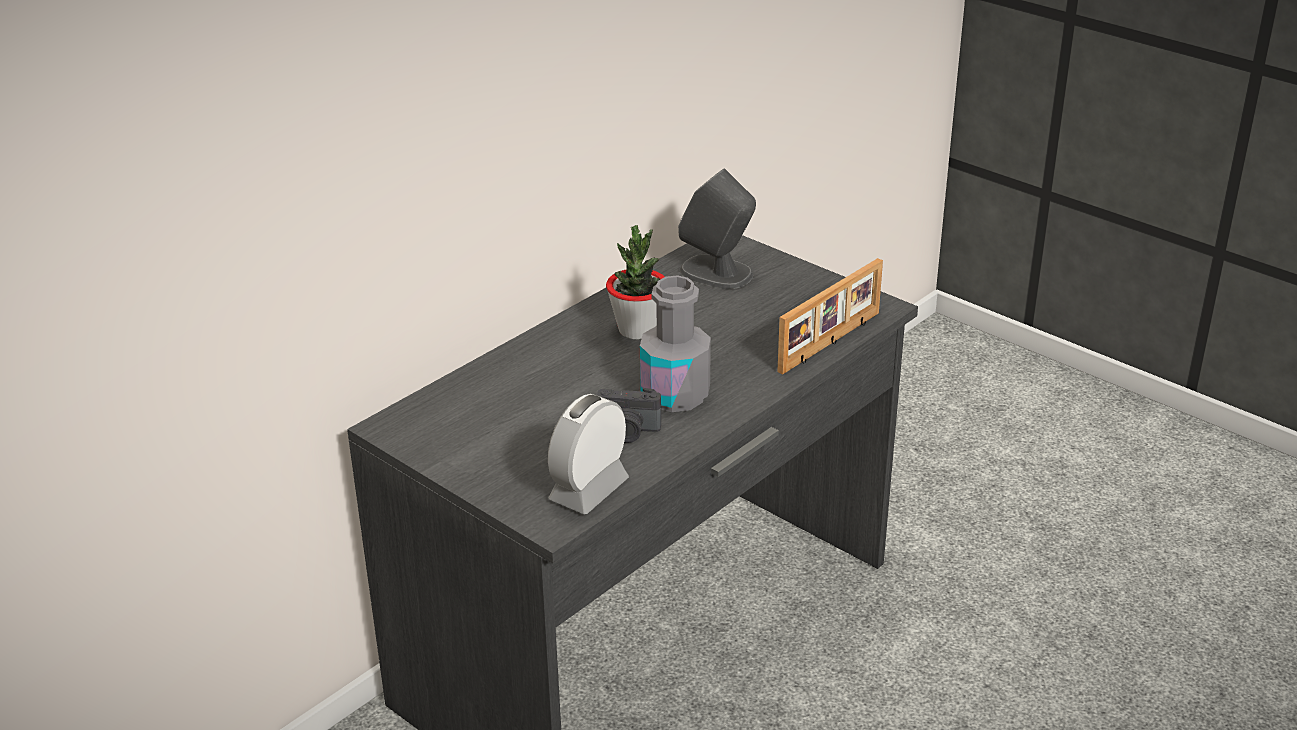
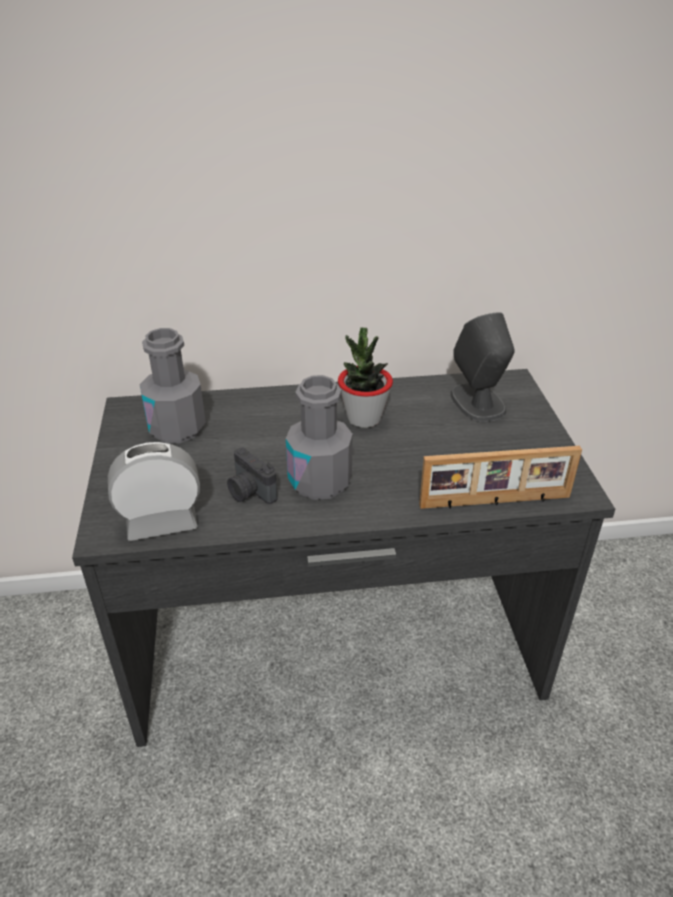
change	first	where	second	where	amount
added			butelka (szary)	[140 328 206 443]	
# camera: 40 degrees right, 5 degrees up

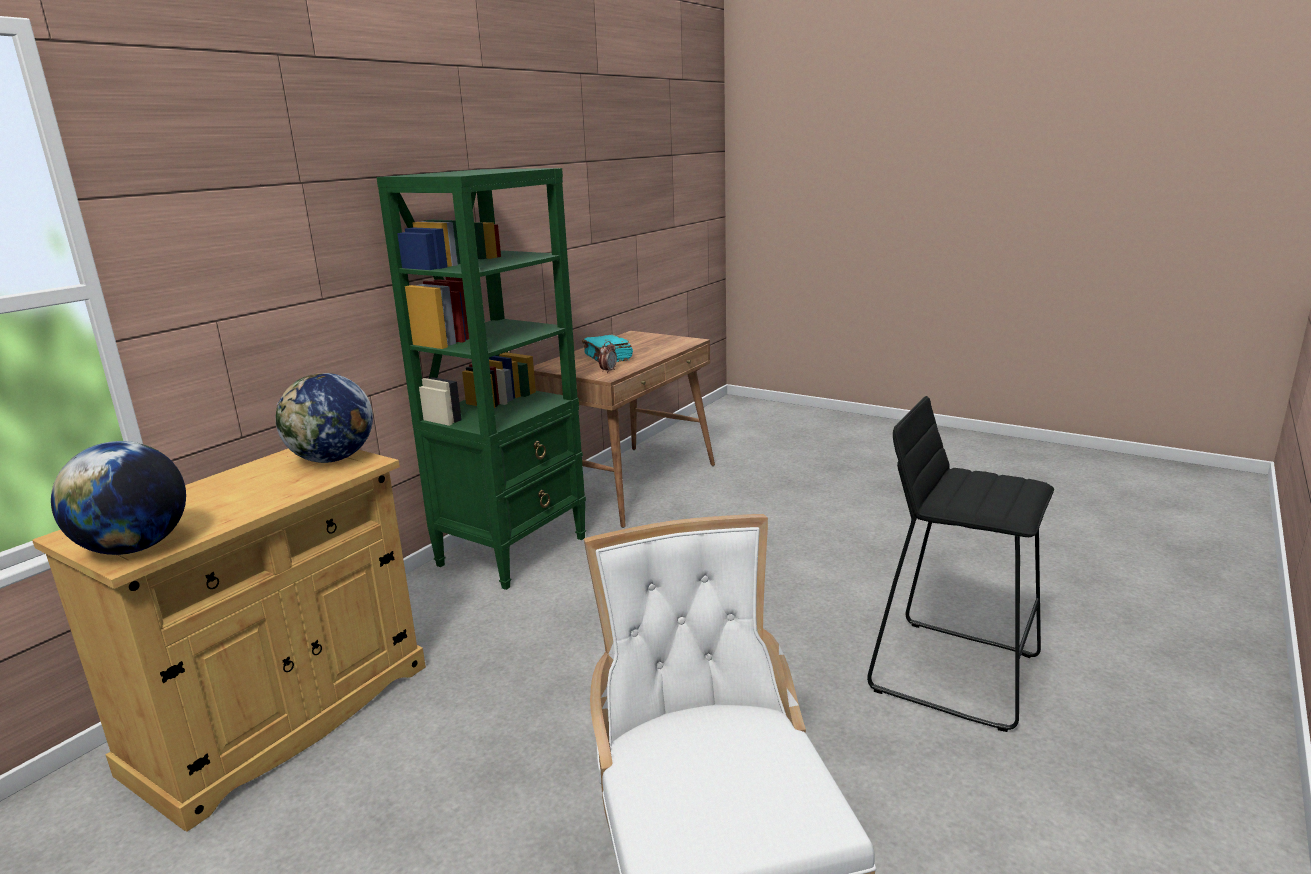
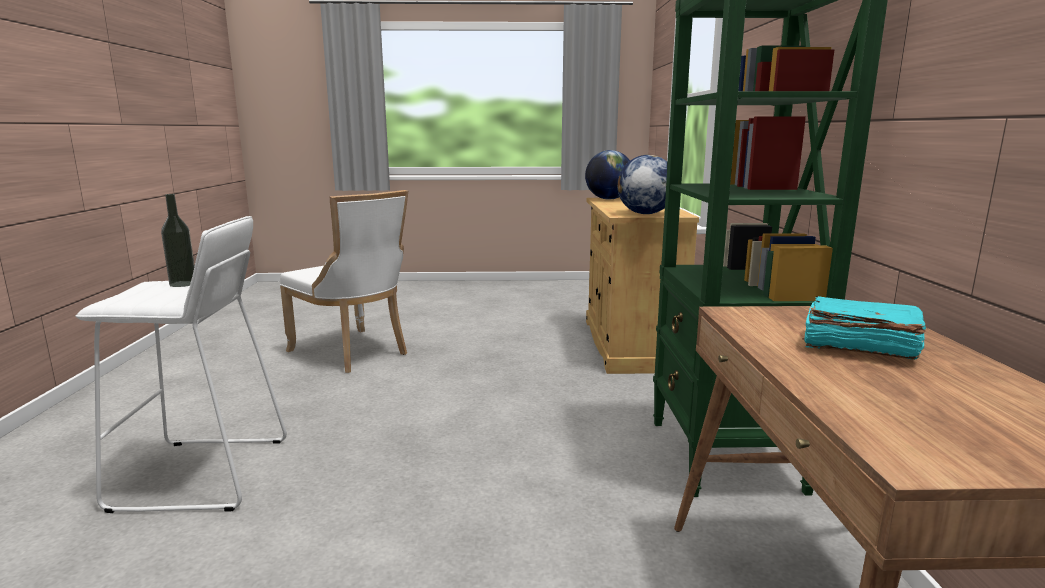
change	first	where	second	where	amount
removed	budzik	[599 341 617 373]			
recoloured	stołek (czarny)	[867 396 1054 732]	stołek (biały)	[75 216 287 513]	
added			butelka	[161 194 195 287]	
# camera: 145 degrees right, 5 degrees down

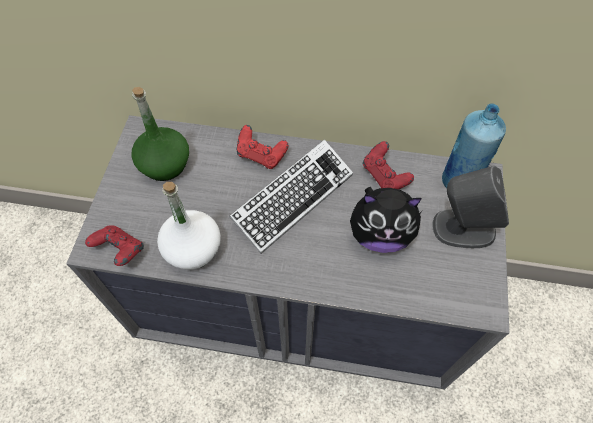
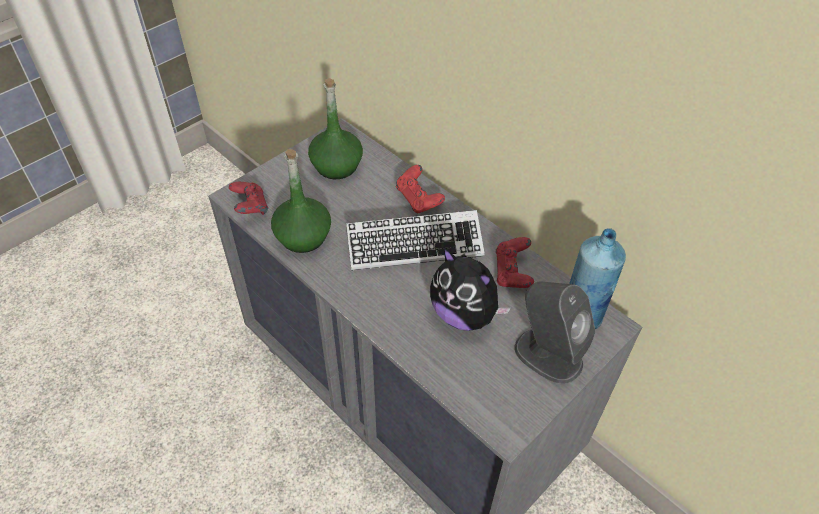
change	first	where	second	where	amount
recoloured	butelka (biały)	[157 182 221 270]	butelka (zielony)	[271 149 331 253]	
# camera: 35 degrees right, 10 degrees down

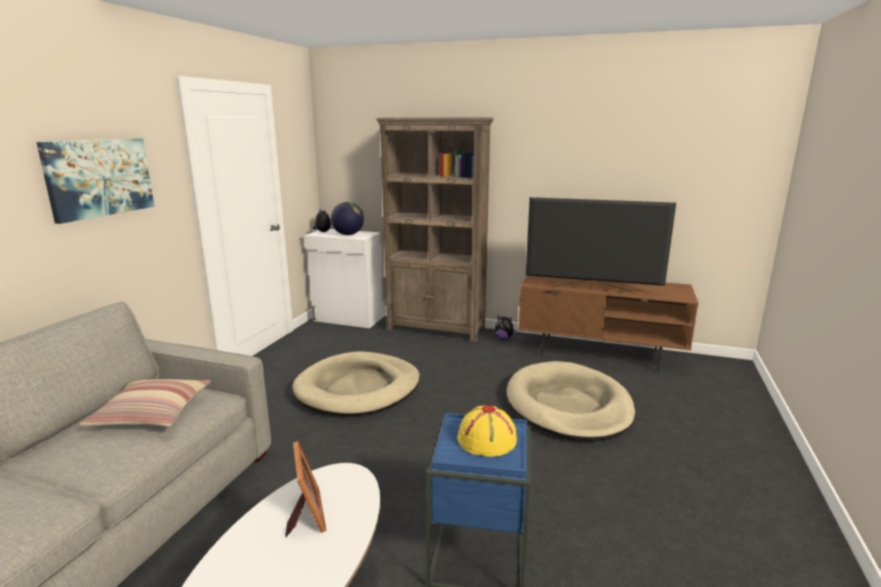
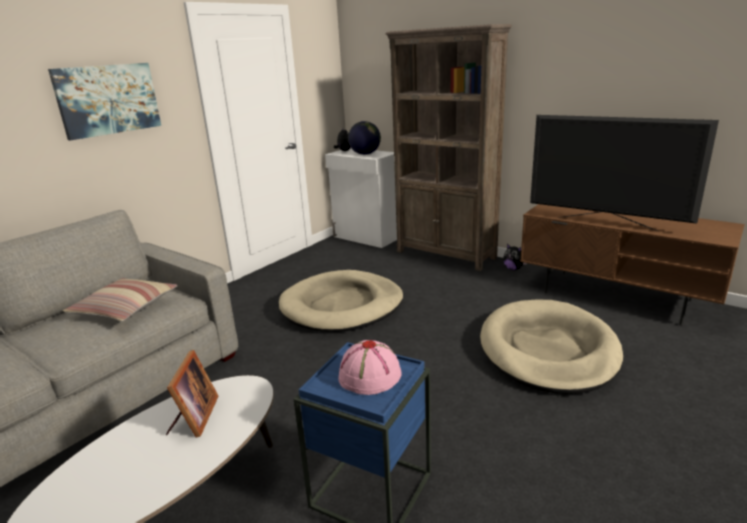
change	first	where	second	where	amount
recoloured	kapelusz (żółty)	[457 405 517 457]	kapelusz (różowy)	[339 340 402 395]	
# camera: 20 degrees right, 5 degrees up

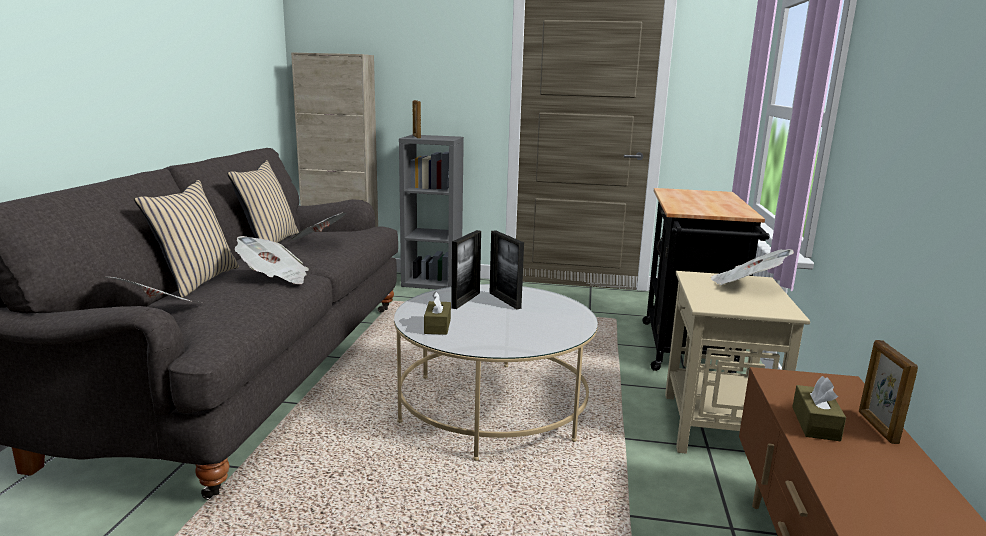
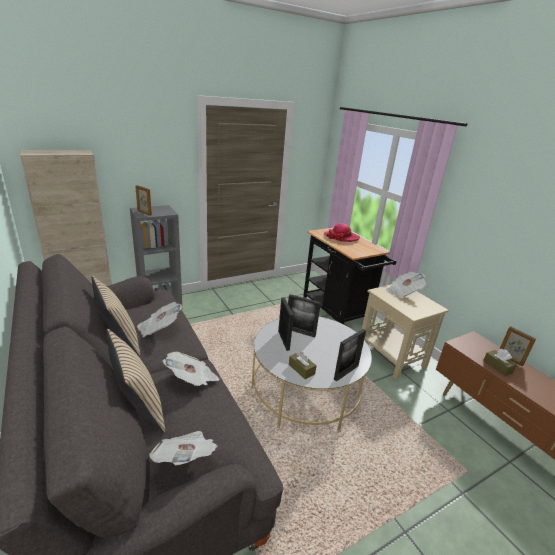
change	first	where	second	where	amount
added			kapelusz	[324 223 360 242]	
added			ramka na zdjęcie	[334 329 366 381]	
# camera: 40 degrees left, 10 degrees up

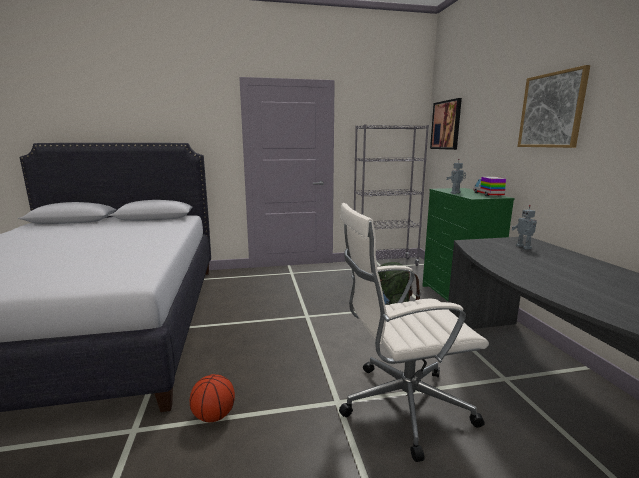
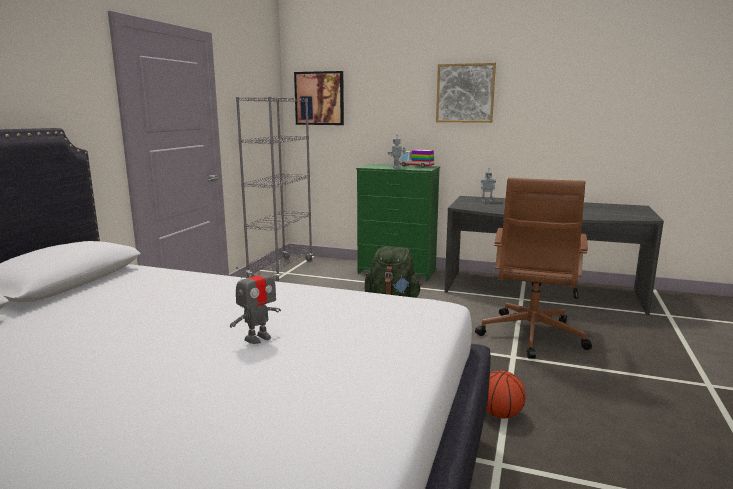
change	first	where	second	where	amount
recoloured	krzesło biurowe (biały)	[339 203 489 462]	krzesło biurowe (brązowy)	[475 178 592 359]	
added			robot zabawkowy	[230 260 281 344]	
# camera: 60 degrees left, 0 degrees up

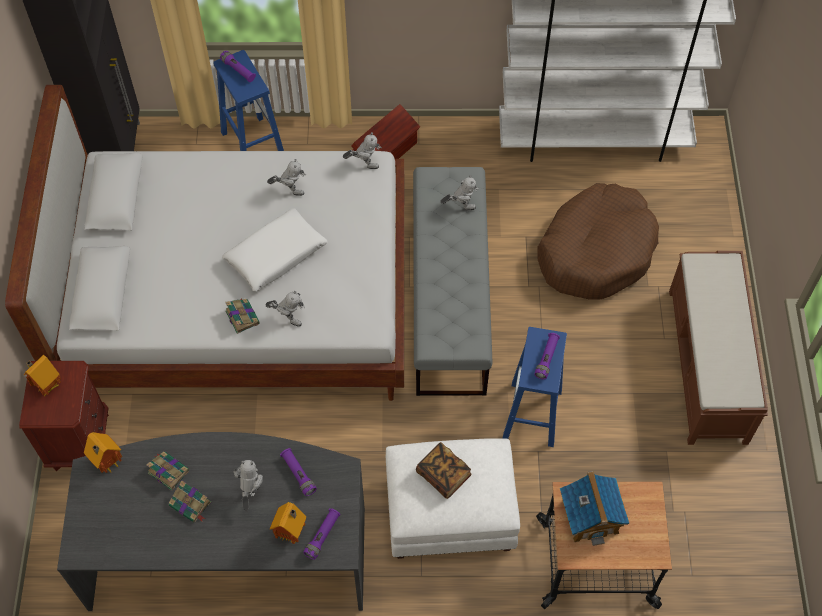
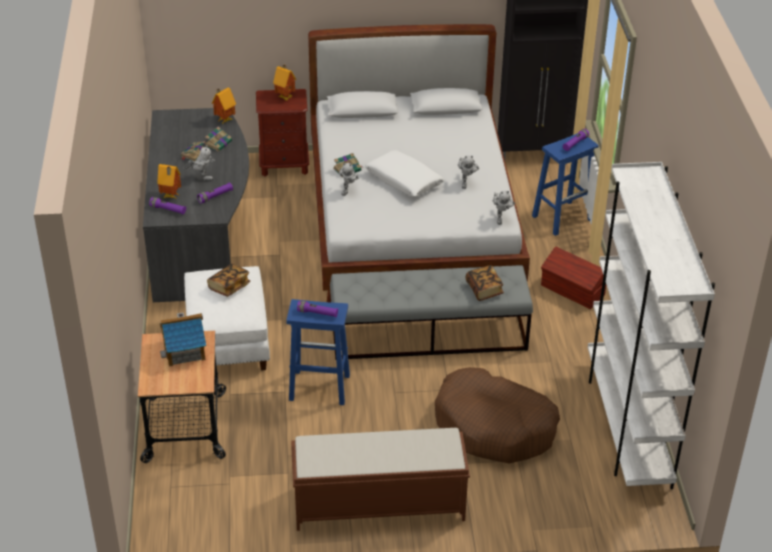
change	first	where	second	where	amount
replaced	robot zabawkowy	[441 175 479 211]	książka	[466 265 504 301]	
# camera: 85 degrees right, 20 degrees down

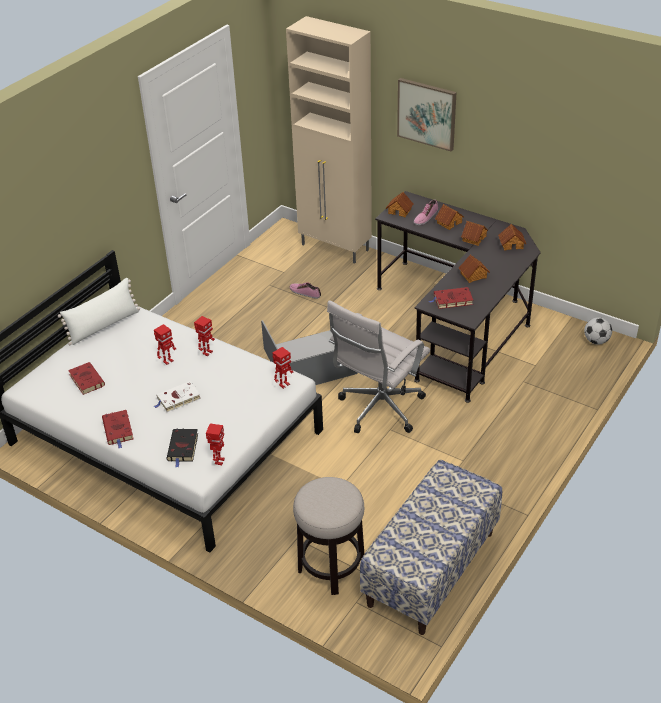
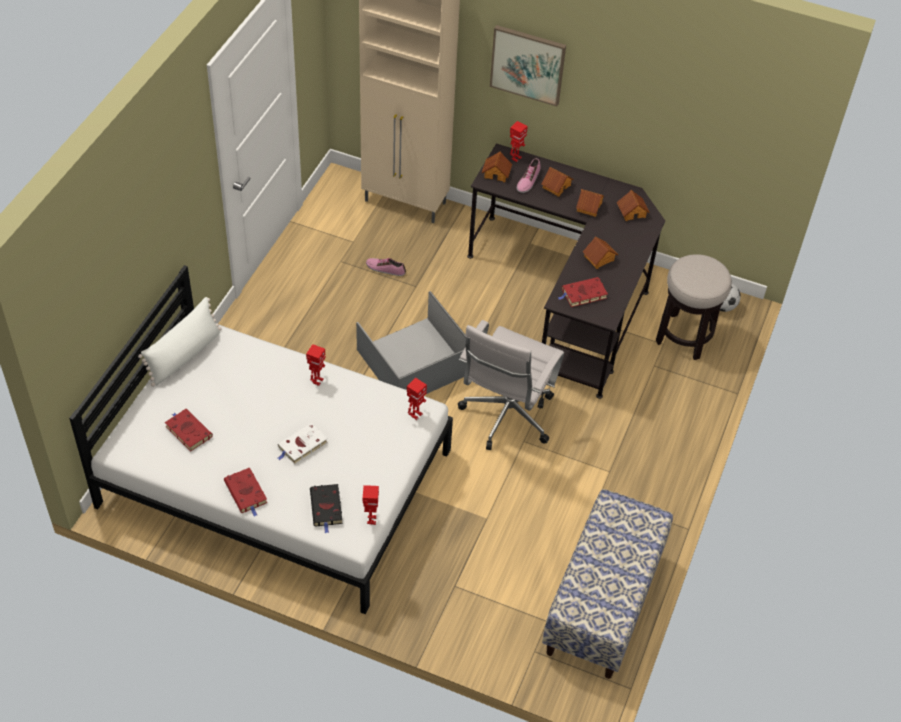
change	first	where	second	where	amount
moved	robot zabawkowy	[154 324 177 365]		[510 121 528 162]	
moved	stołek	[293 477 364 595]		[656 254 732 360]	
# camera: 15 degrees left, 10 degrees up

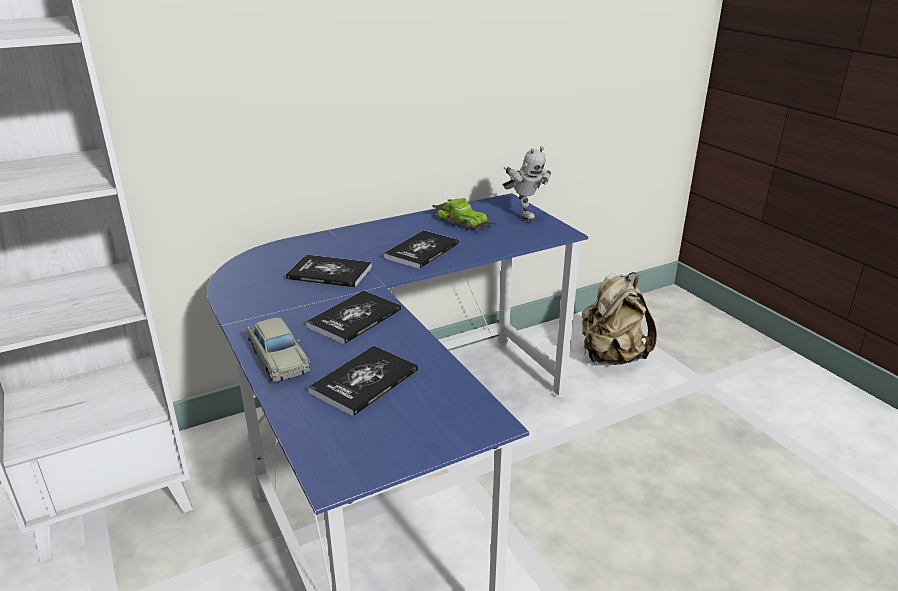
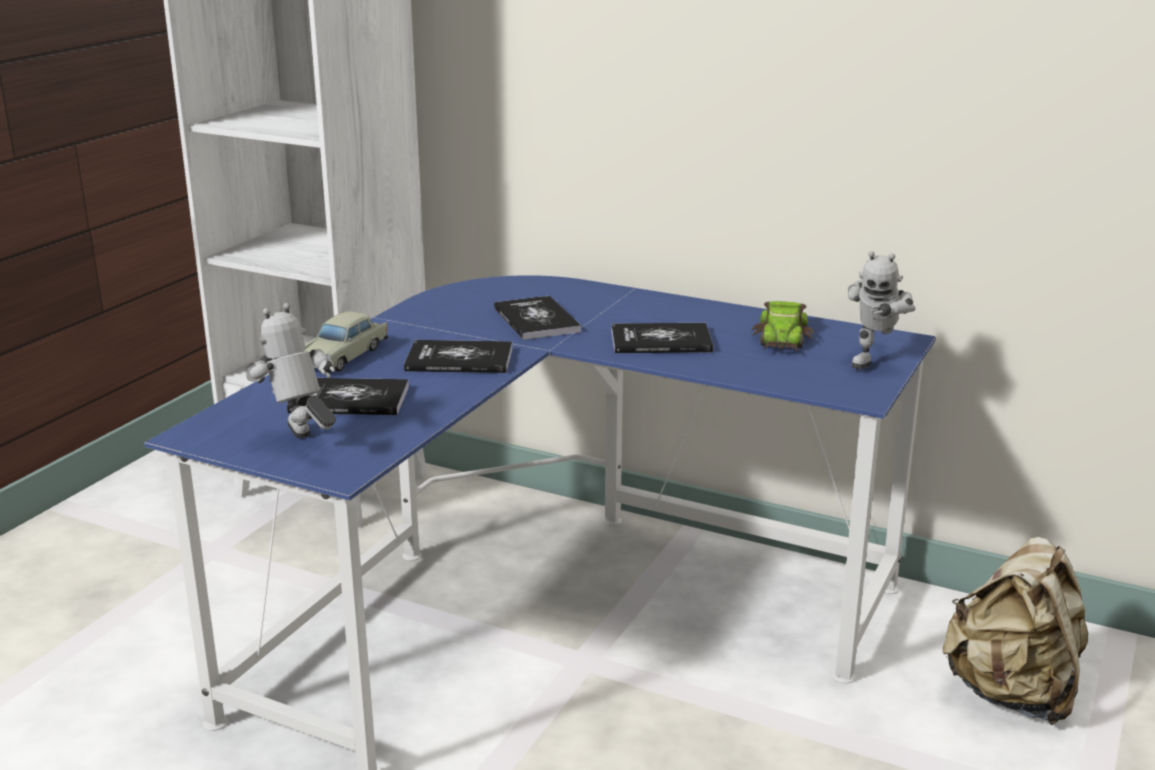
change	first	where	second	where	amount
added			robot zabawkowy	[246 303 336 438]	
# camera: 55 degrees right, 5 degrees down

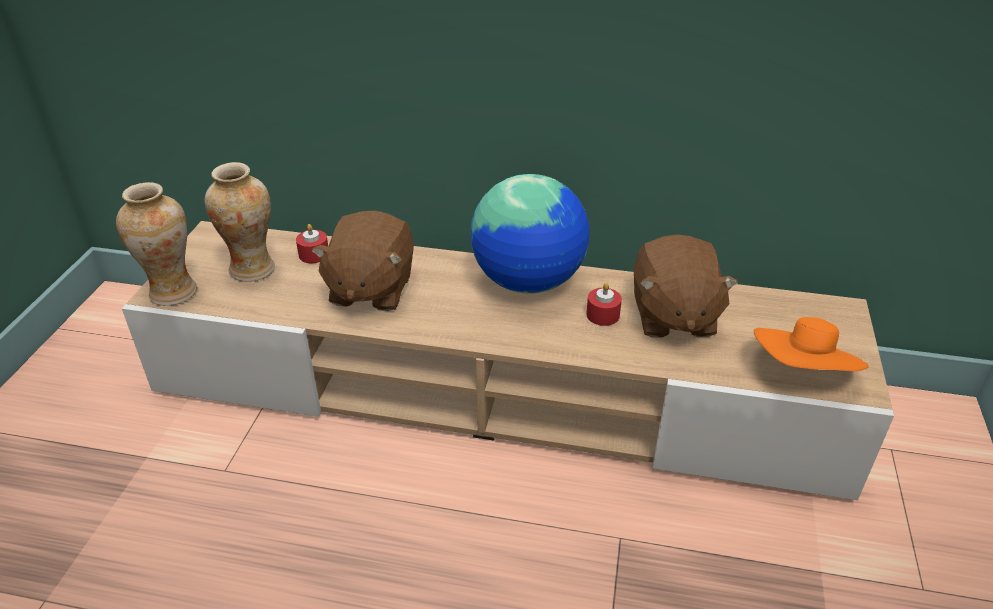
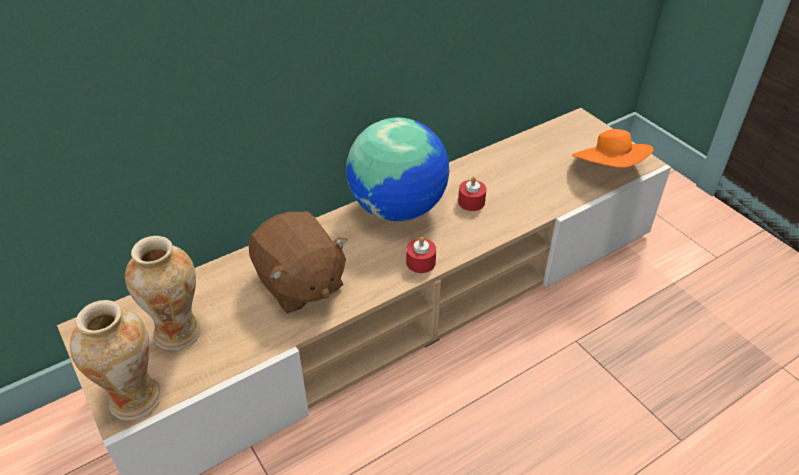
change	first	where	second	where	amount
moved	świeca (czerwony)	[296 224 328 263]		[406 236 436 273]	
removed	pluszak (brązowy)	[634 234 738 338]			
# camera: 45 degrees left, 5 degrees up

